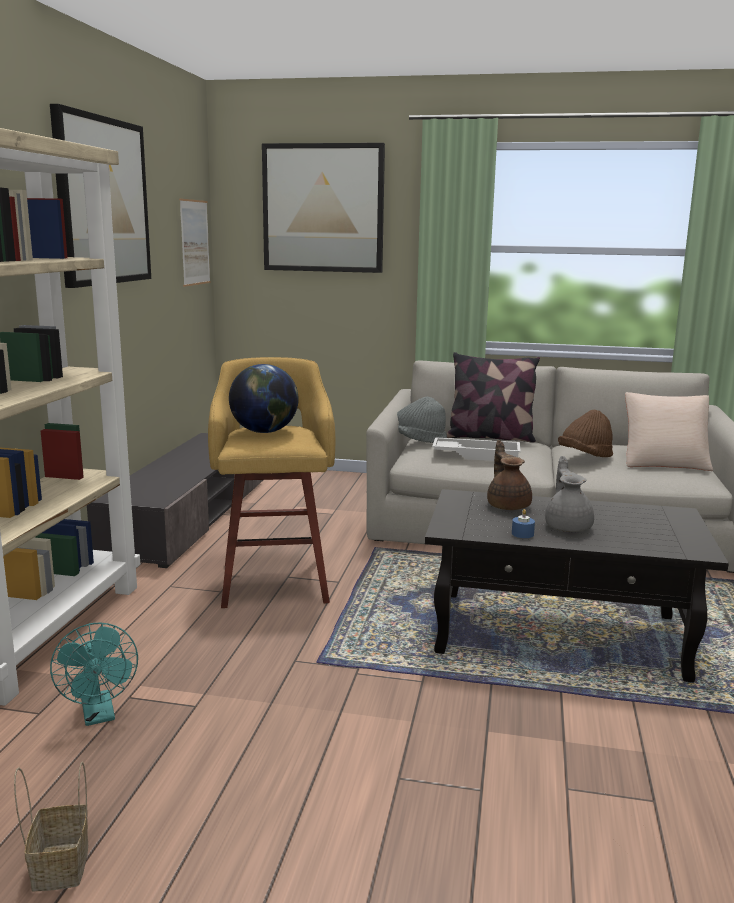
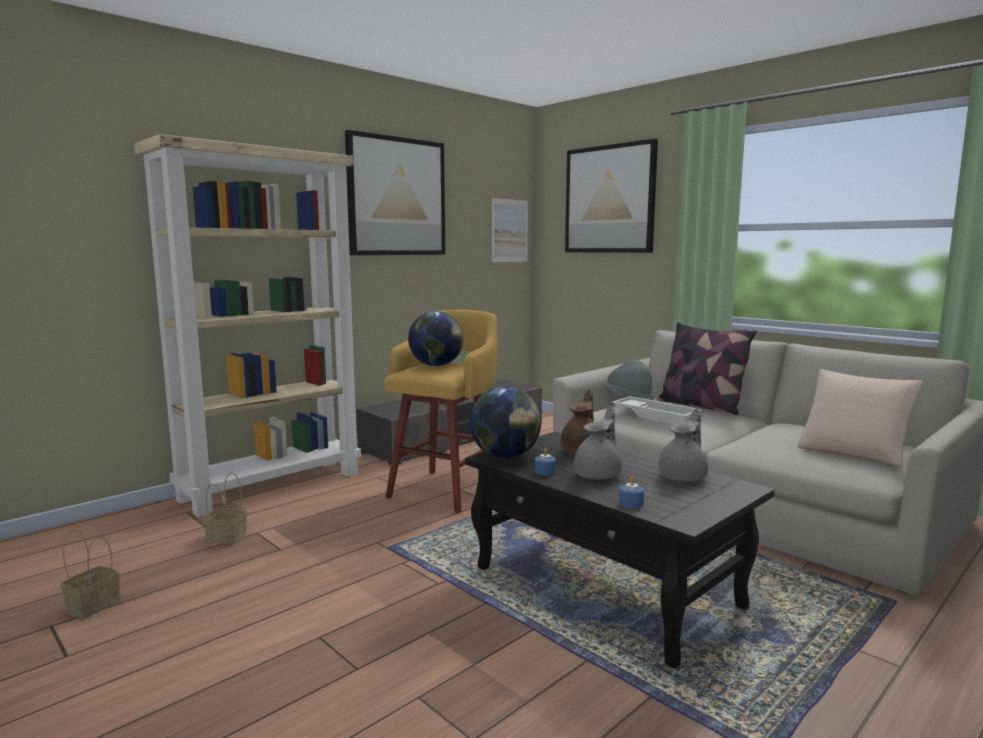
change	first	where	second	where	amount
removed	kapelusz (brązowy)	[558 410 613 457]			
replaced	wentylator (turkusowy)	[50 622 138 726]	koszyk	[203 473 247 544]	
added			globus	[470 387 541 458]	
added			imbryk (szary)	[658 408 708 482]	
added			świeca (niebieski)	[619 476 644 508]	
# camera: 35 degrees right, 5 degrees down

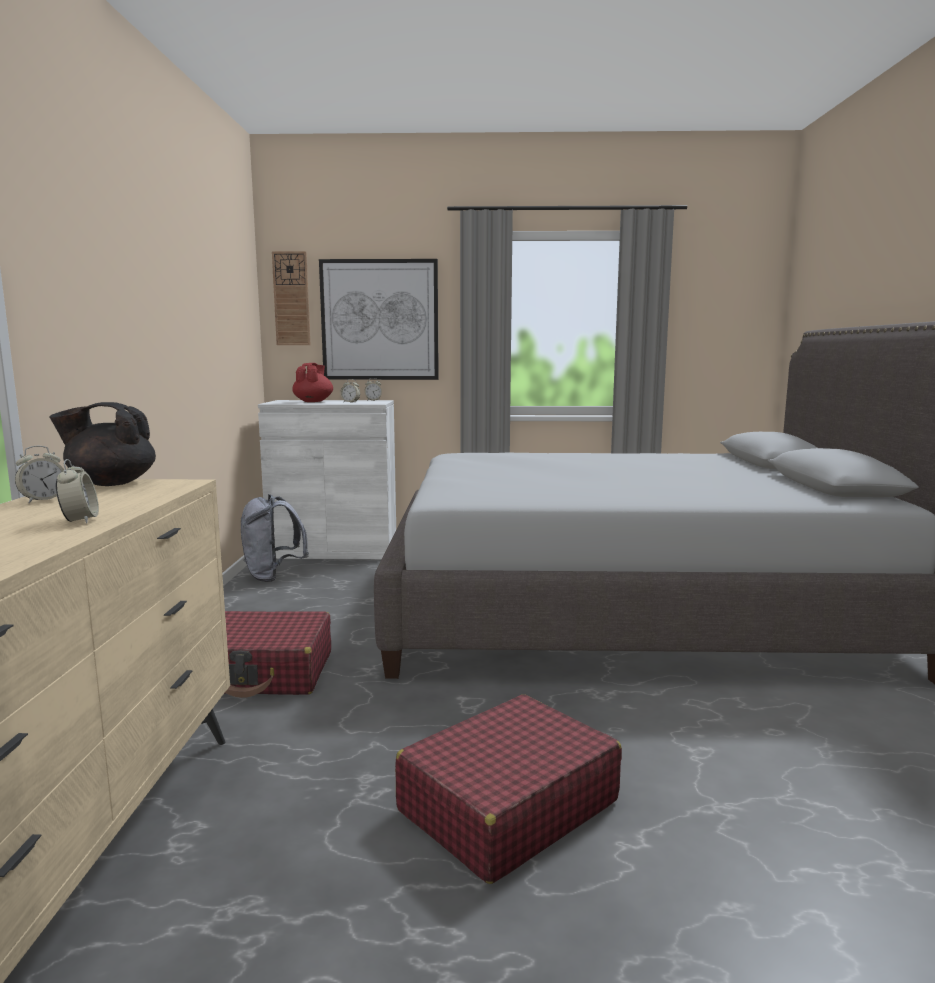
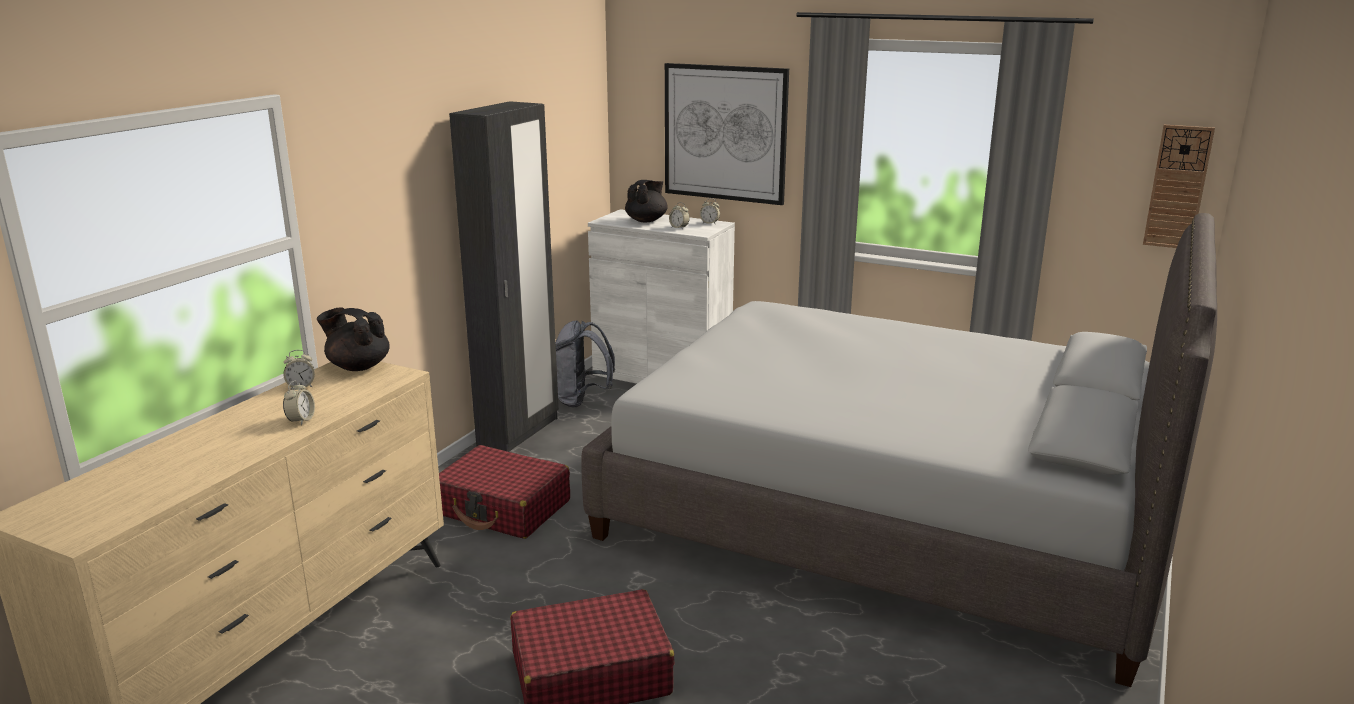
change	first	where	second	where	amount
moved	zegar ścienny	[272 251 310 345]		[1143 125 1215 248]	
recoloured	imbryk (czerwony)	[292 363 333 402]	imbryk (czarny)	[625 180 668 222]	
added			szafa (czarny)	[449 101 559 452]	
# camera: 25 degrees right, 10 degrees up

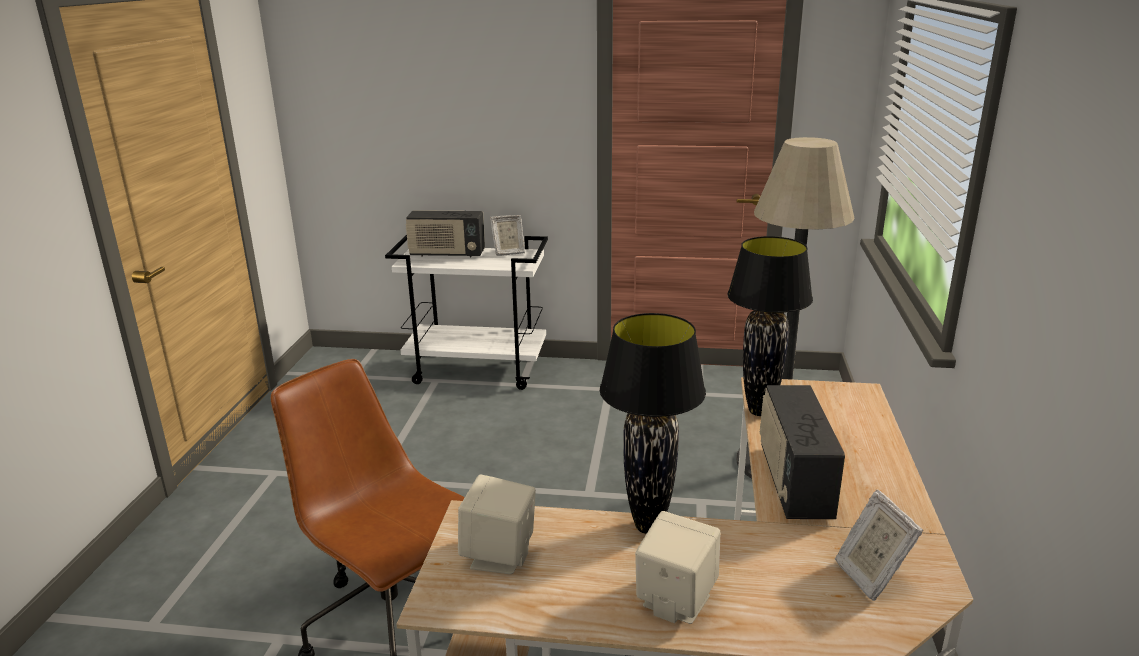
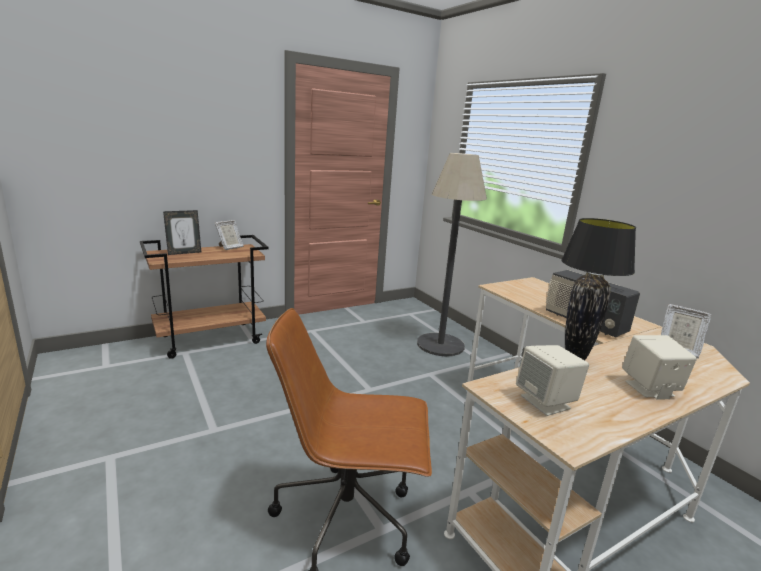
change	first	where	second	where	amount
replaced	radio	[405 210 485 257]	ramka na zdjęcie	[163 210 201 255]	
recoloured	wózek (biały)	[385 235 548 390]	wózek (brązowy)	[140 235 269 359]	
removed	lampa stołowa (czarny)	[727 236 813 416]			
# camera: 40 degrees left, 5 degrees down

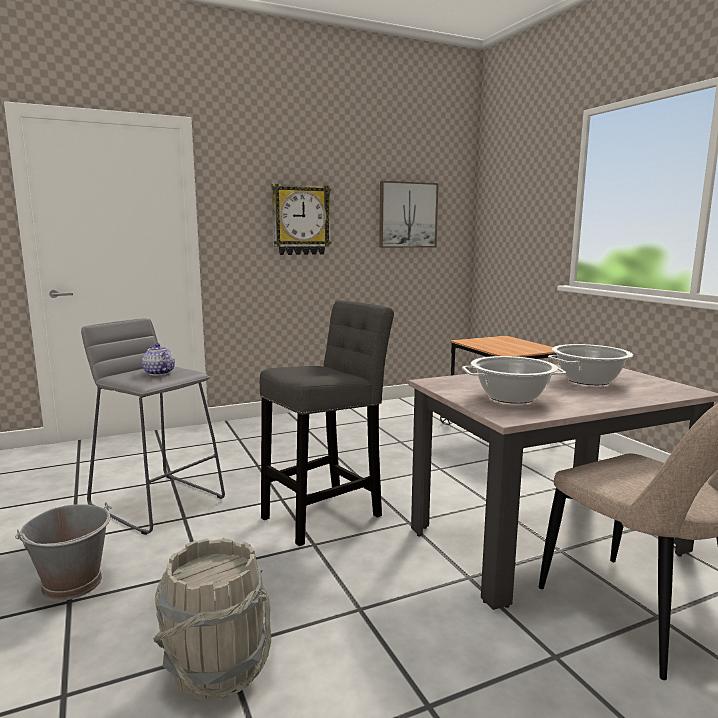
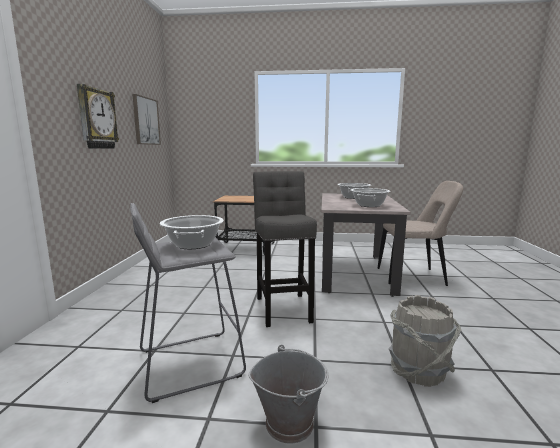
change	first	where	second	where	amount
replaced	imbryk	[142 343 175 376]	garnek	[160 215 224 249]	
# camera: 60 degrees left, 0 degrees up

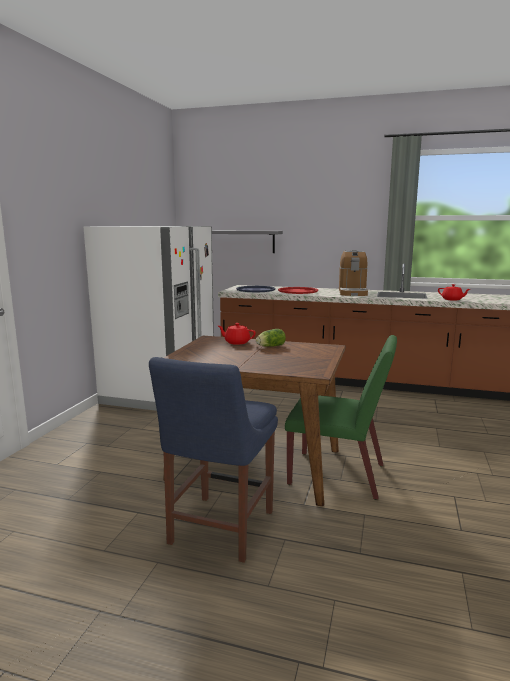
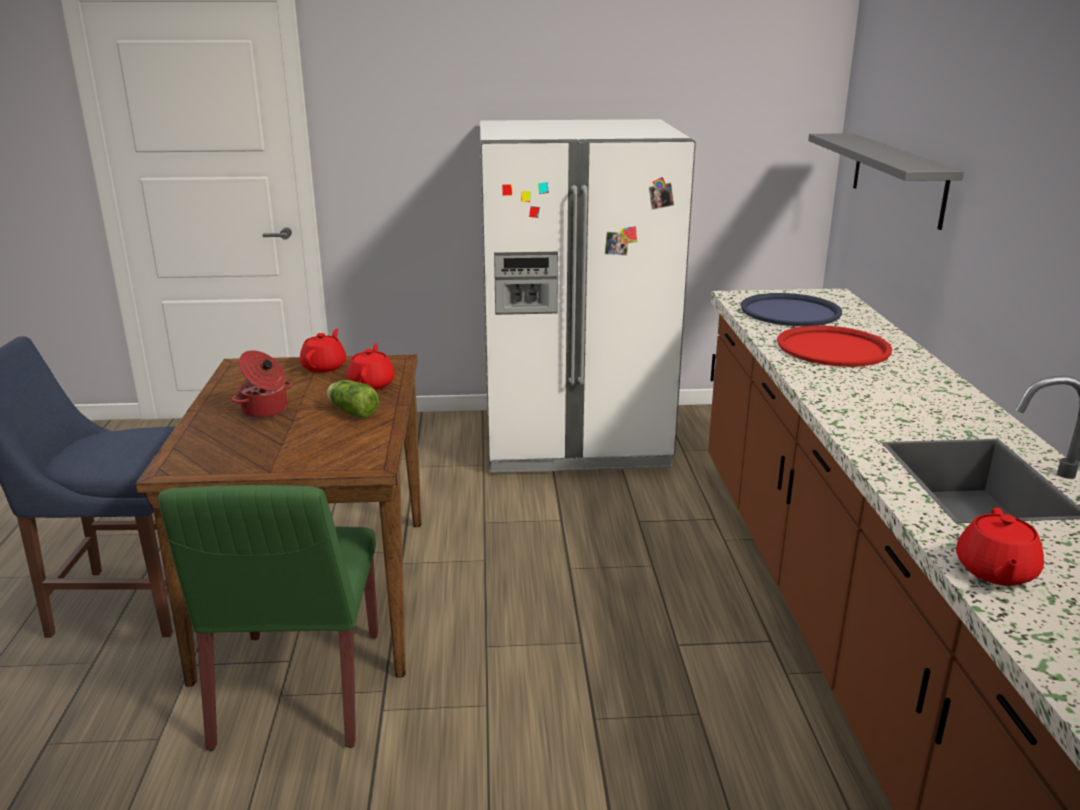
change	first	where	second	where	amount
removed	ekspres do kawy	[339 250 368 296]			
added			imbryk (czerwony)	[300 329 346 373]	
added			garnek	[232 350 293 418]	
# camera: 70 degrees right, 10 degrees up

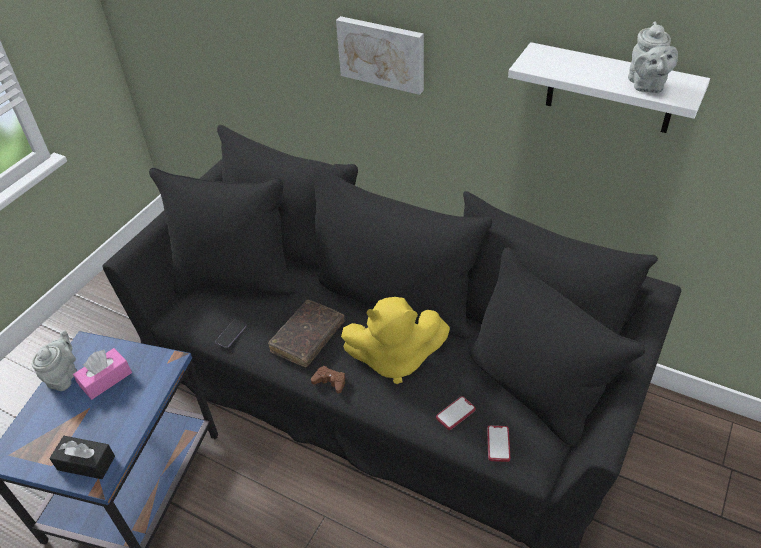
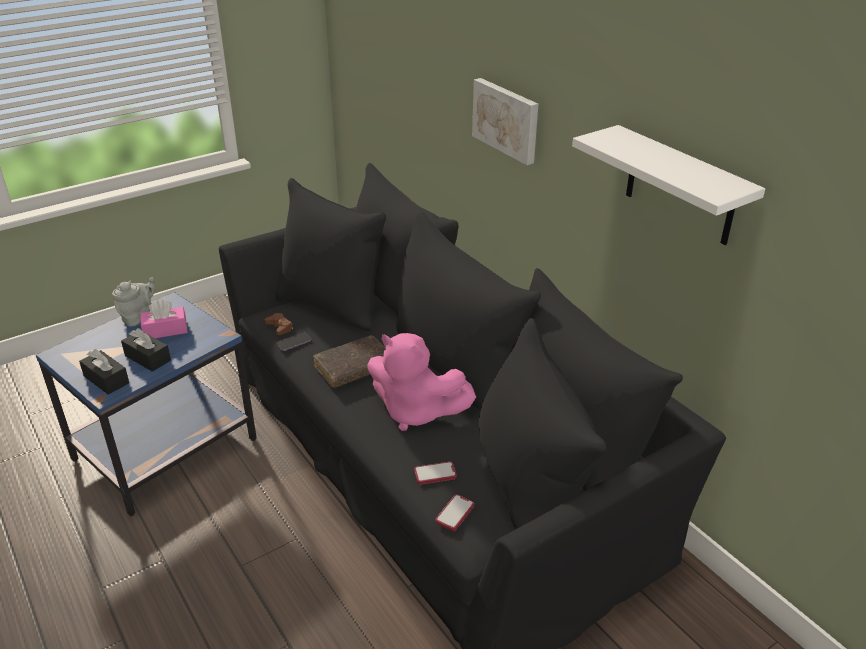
change	first	where	second	where	amount
removed	imbryk (szary)	[628 21 678 93]			
recoloured	pluszak (żółty)	[341 297 450 384]	pluszak (różowy)	[367 333 476 431]	
moved	pad do gier (brązowy)	[311 366 345 394]		[265 313 293 335]	
added			pudełko chusteczek (czarny)	[121 328 171 372]	
# camera: 25 degrees right, 10 degrees down

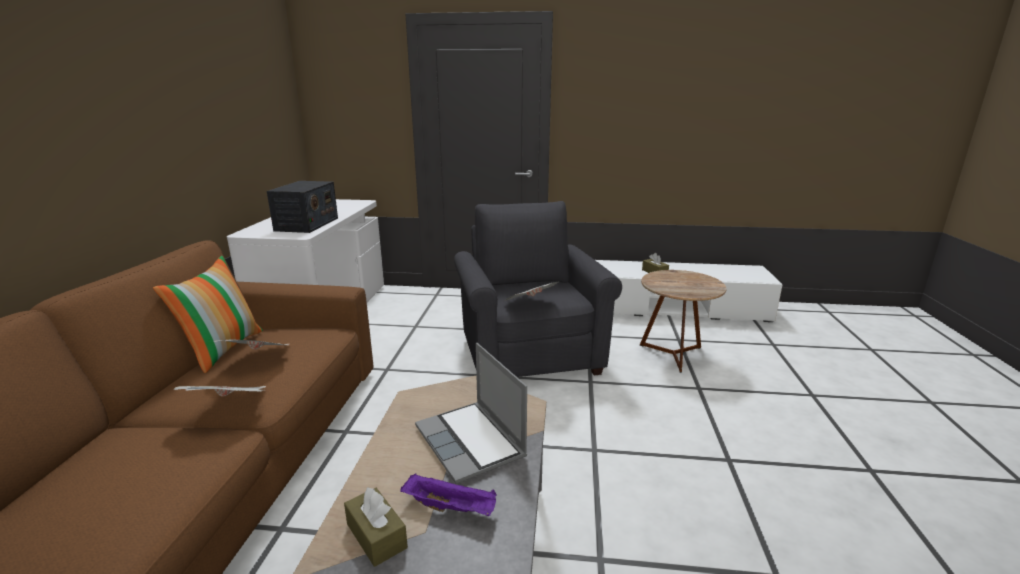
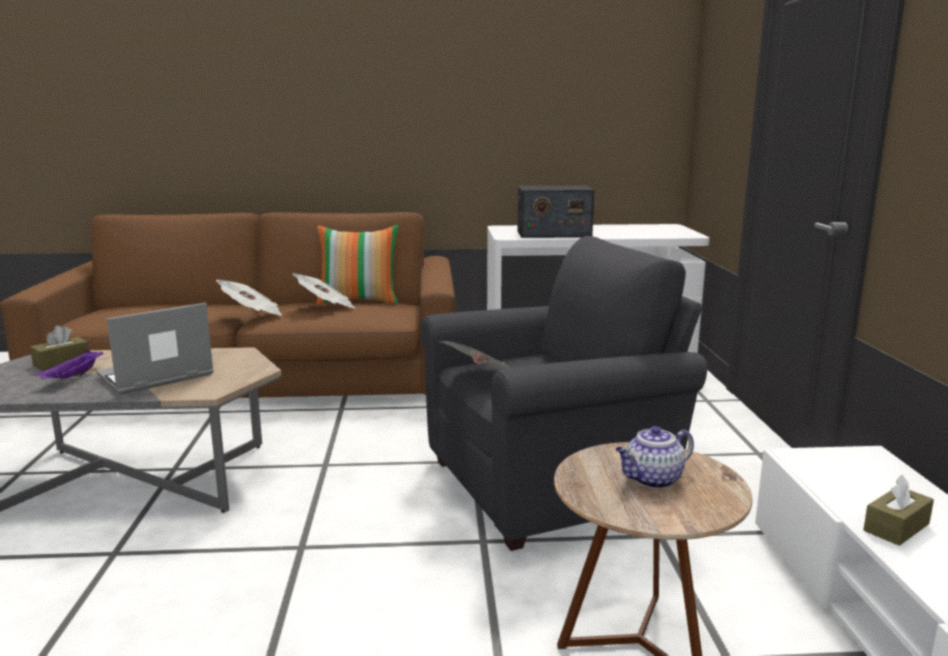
change	first	where	second	where	amount
added			imbryk	[615 426 694 489]	
# camera: 80 degrees right, 5 degrees down

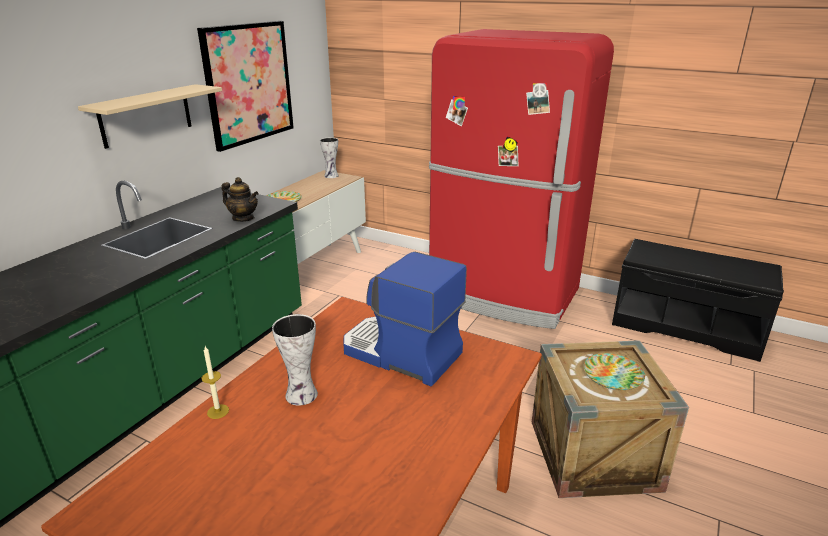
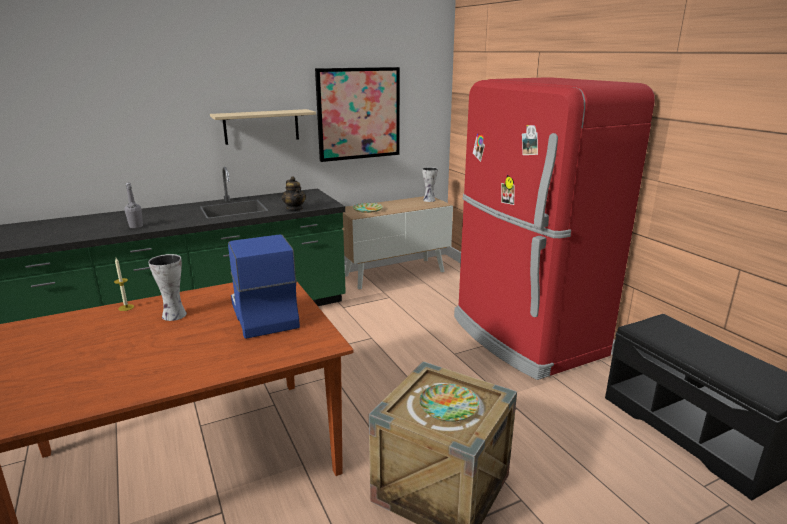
change	first	where	second	where	amount
added			butelka (szary)	[125 183 143 228]	
# camera: 35 degrees right, 5 degrees down

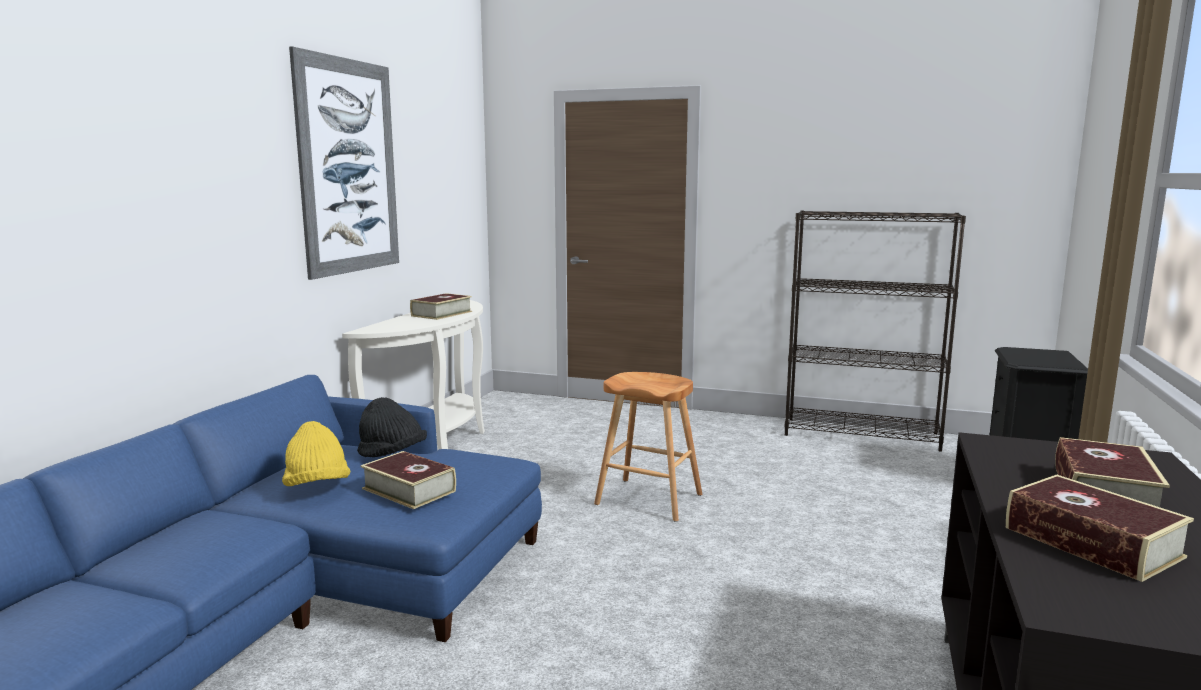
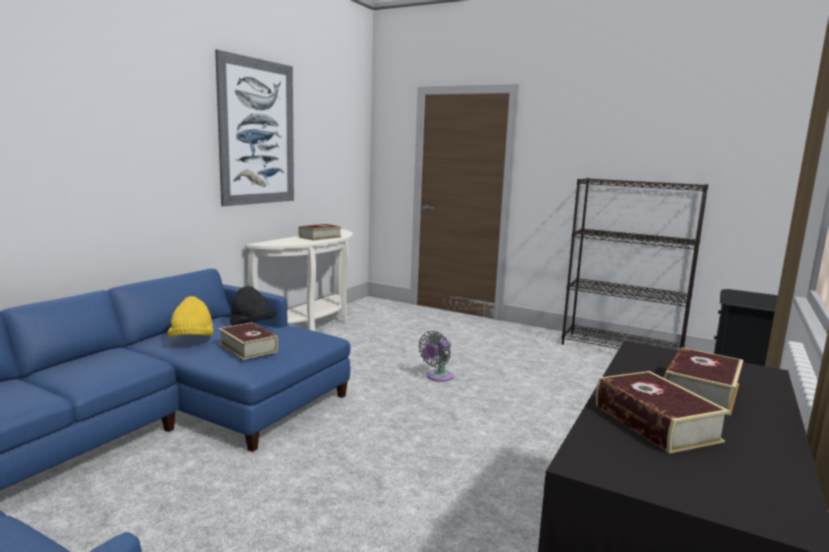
change	first	where	second	where	amount
replaced	stołek (brązowy)	[594 372 702 522]	wentylator (szary)	[418 331 453 382]	
# camera: 10 degrees right, 0 degrees up

